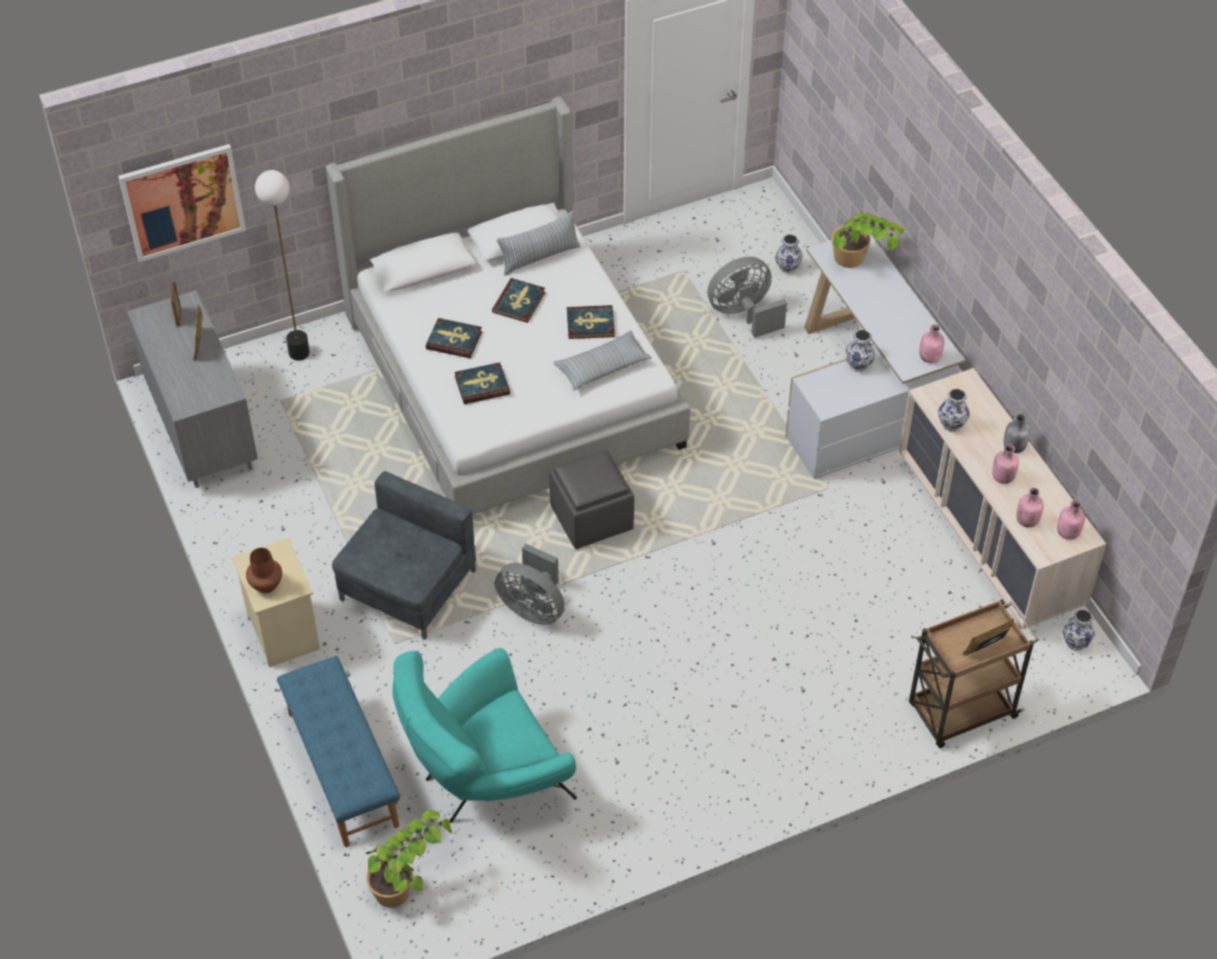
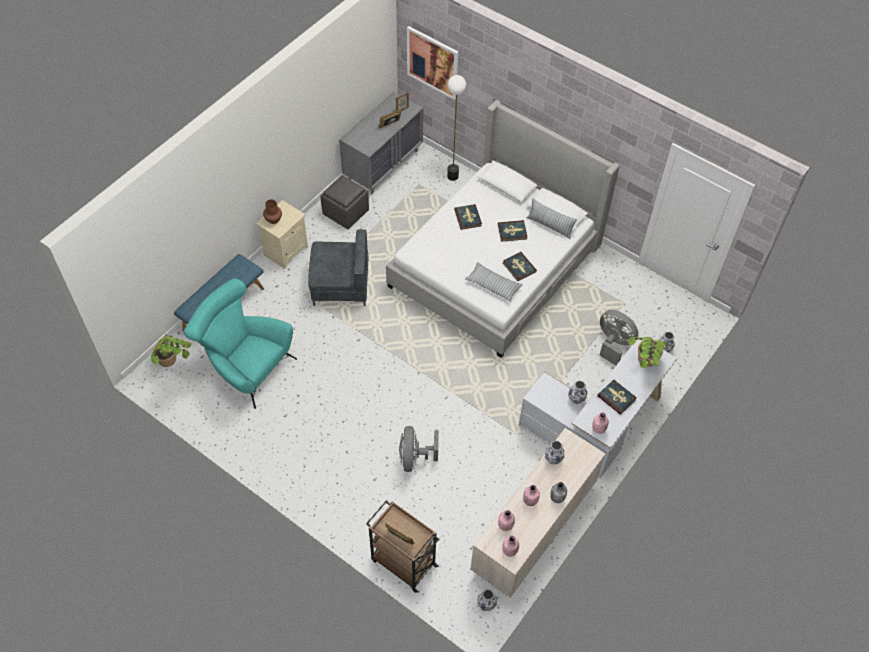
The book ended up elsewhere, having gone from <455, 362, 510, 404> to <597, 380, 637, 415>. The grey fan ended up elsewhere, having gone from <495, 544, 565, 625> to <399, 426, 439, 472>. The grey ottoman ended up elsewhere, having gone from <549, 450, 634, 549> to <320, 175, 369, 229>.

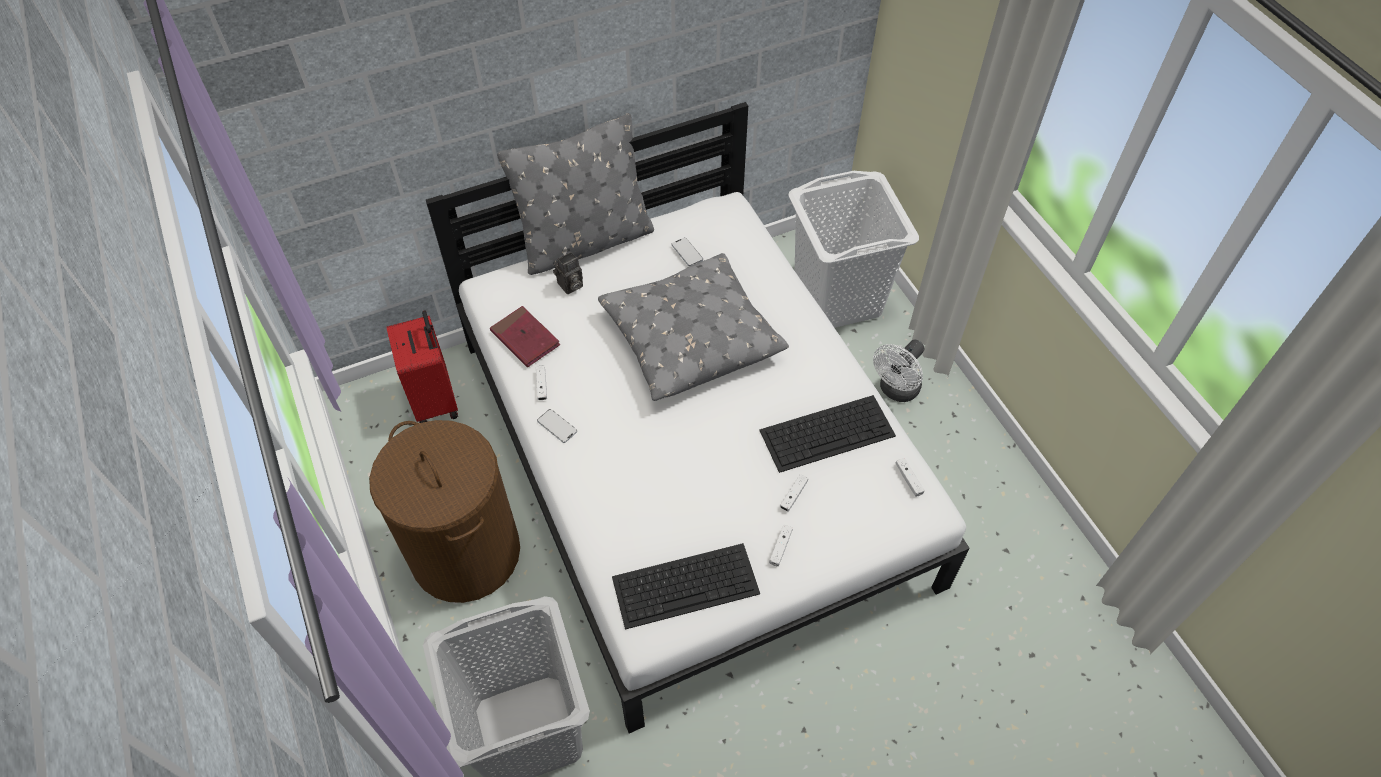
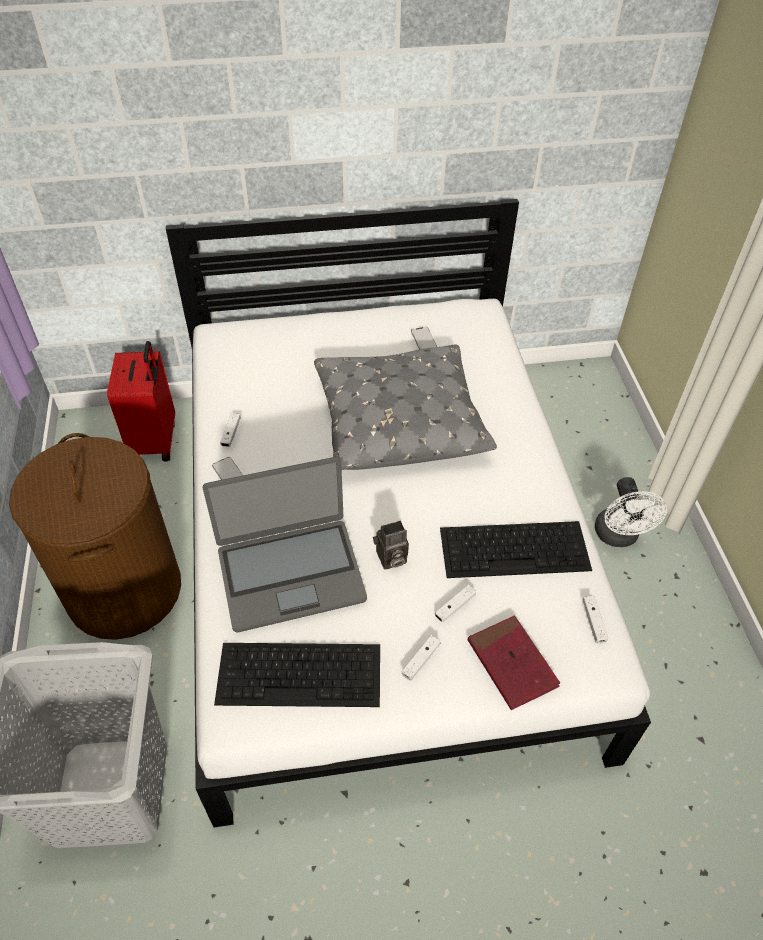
The red book ended up elsewhere, having gone from <490, 306, 560, 367> to <468, 615, 560, 710>. The second view lost the grey pillow at <497, 113, 654, 275>. The photo camera ended up elsewhere, having gone from <553, 252, 583, 294> to <373, 521, 409, 569>. The second view lost the white laundry basket at <789, 171, 919, 328>. The white fan at <873, 340, 925, 402> ended up facing another way, 60 degrees counterclockwise from before. The second view gained the laptop at <203, 457, 367, 633>.

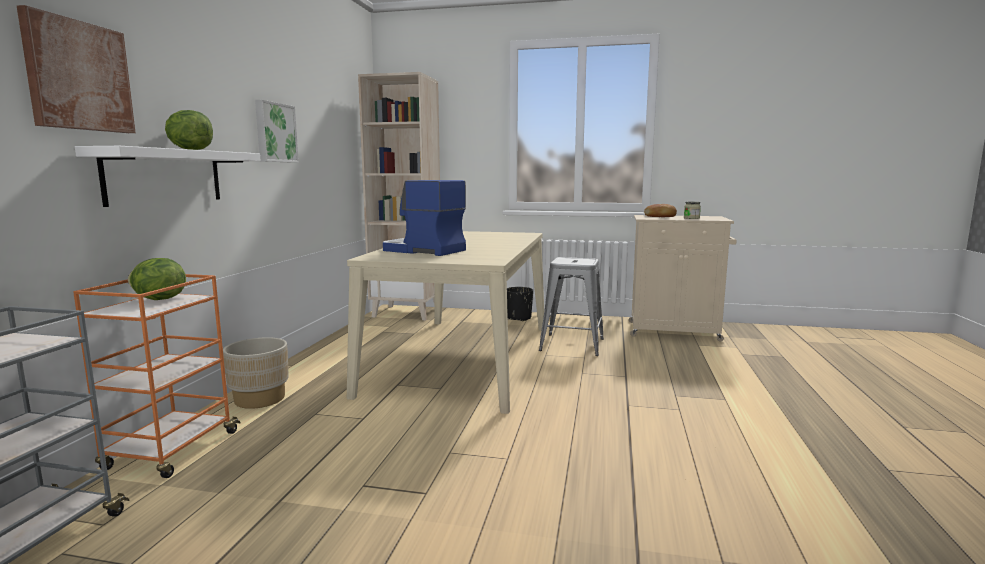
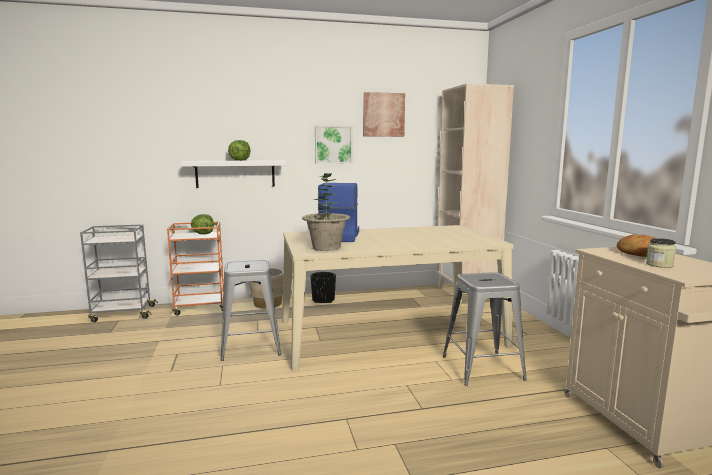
The picture ended up elsewhere, having gone from <17, 5, 136, 133> to <363, 92, 405, 137>. The black planter ended up elsewhere, having gone from <507, 287, 533, 322> to <310, 272, 336, 303>. The second view gained the grey stool at <221, 260, 281, 361>. The second view gained the potted plant at <302, 173, 350, 251>.

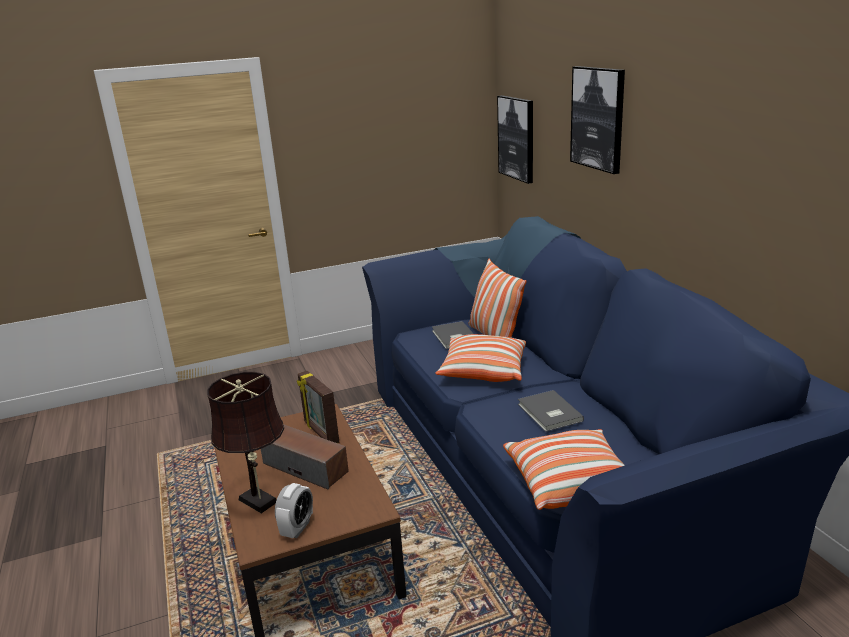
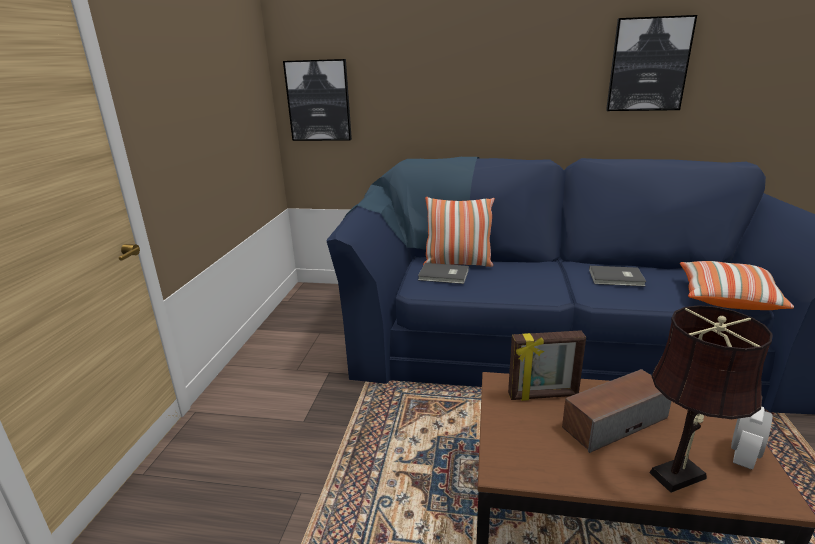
The alarm clock at <275, 483, 313, 538> ended up facing another way, 75 degrees clockwise from before. The second view lost the pillow at <435, 334, 526, 382>. The picture ended up elsewhere, having gone from <570, 66, 625, 174> to <606, 15, 697, 111>.

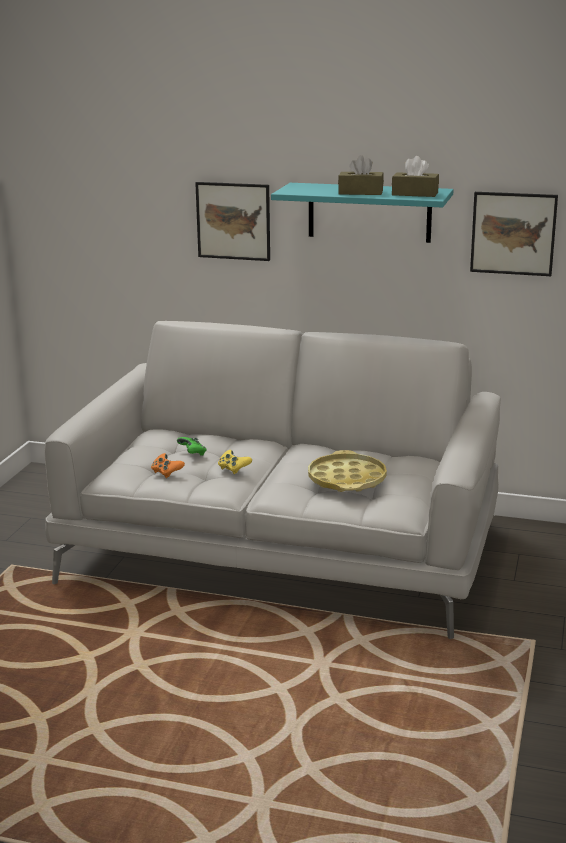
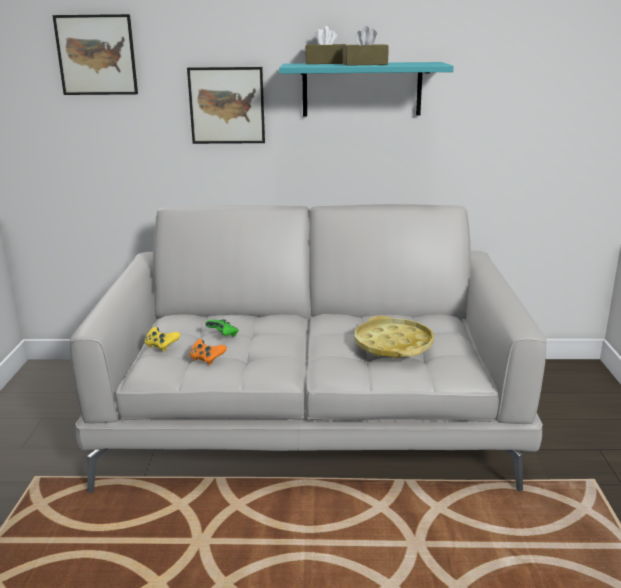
The yellow game controller ended up elsewhere, having gone from <218, 450, 252, 474> to <144, 327, 180, 352>. The brown tissue box ended up elsewhere, having gone from <392, 156, 439, 197> to <305, 26, 346, 64>. The picture ended up elsewhere, having gone from <470, 192, 558, 276> to <52, 14, 138, 95>.

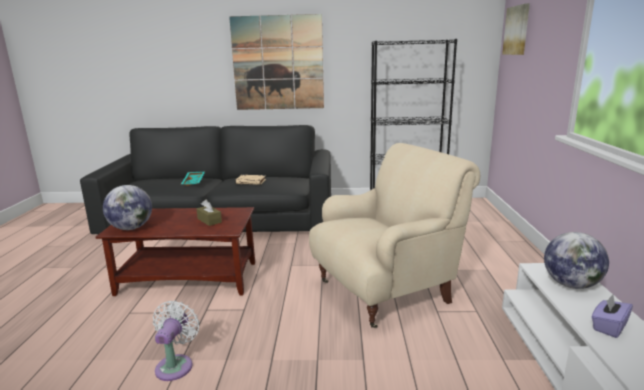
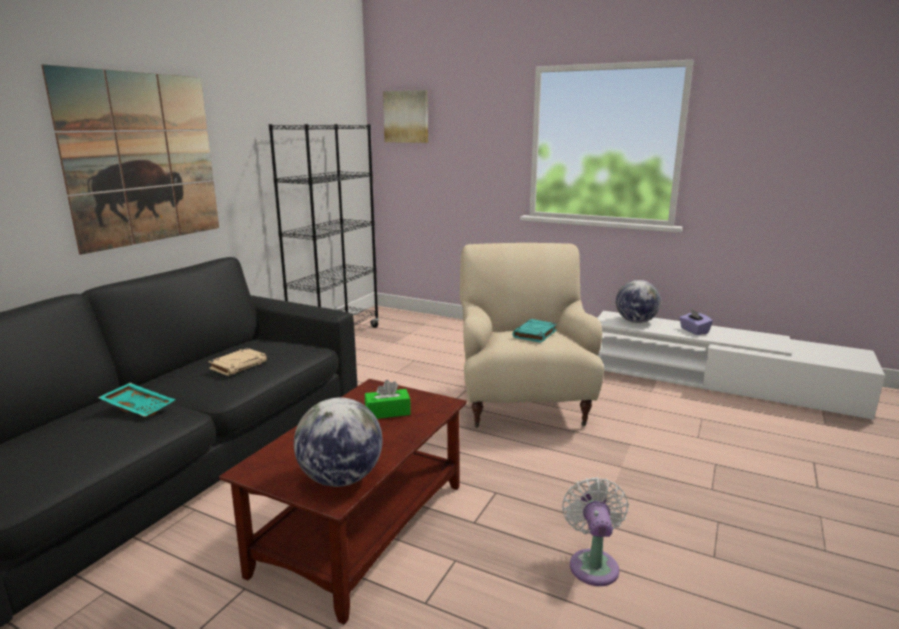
The white fan at <153, 300, 199, 381> ended up facing another way, 60 degrees clockwise from before. What was the brown tissue box at <197, 200, 222, 226> turned into the green tissue box at <365, 380, 411, 419>. The second view gained the turquoise book at <513, 319, 557, 343>.

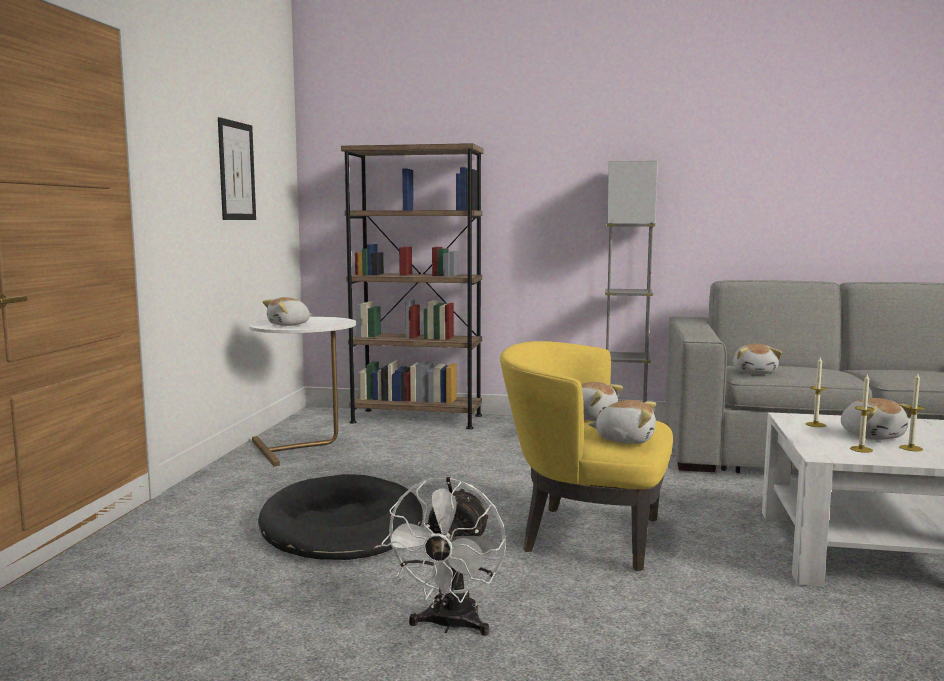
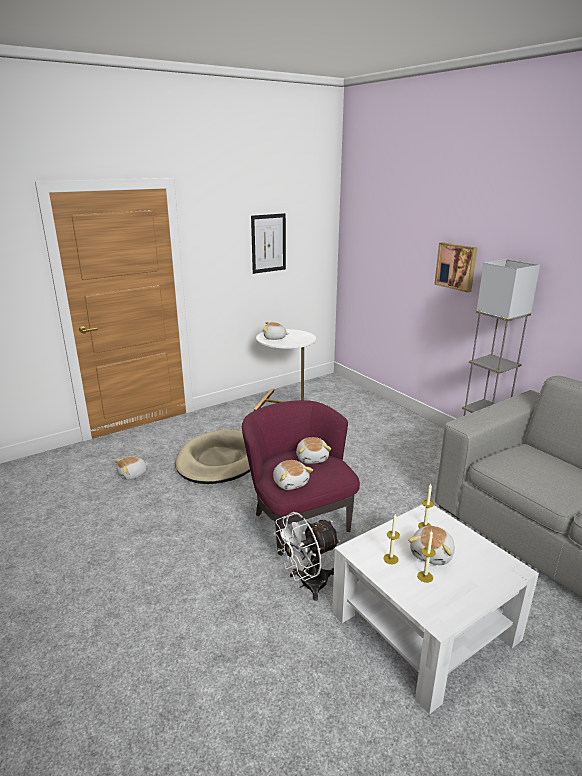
What was the black dog bed at <258, 474, 423, 560> turned into the beige dog bed at <175, 430, 250, 484>. The second view lost the brown bookcase at <341, 143, 484, 429>. The white fan ended up elsewhere, having gone from <381, 477, 506, 636> to <274, 512, 340, 601>. What was the yellow armchair at <500, 341, 673, 571> turned into the purple armchair at <242, 400, 360, 556>. The plush toy ended up elsewhere, having gone from <733, 343, 782, 374> to <113, 457, 149, 480>. The second view gained the picture at <434, 242, 477, 293>.

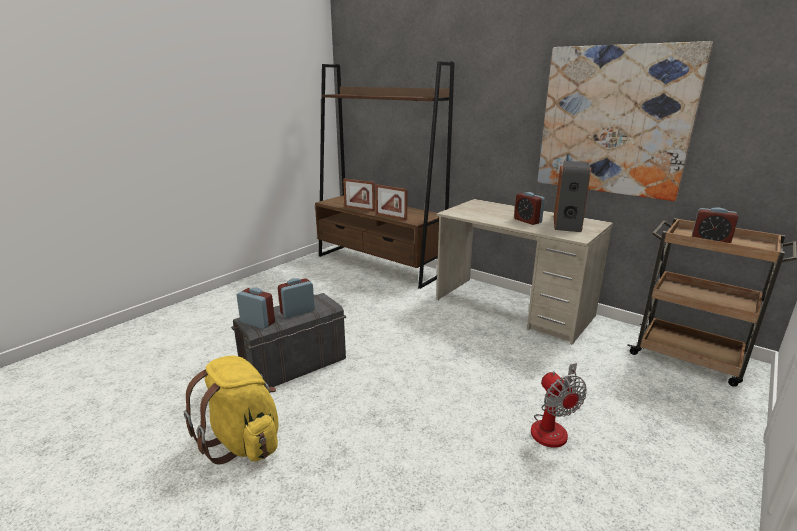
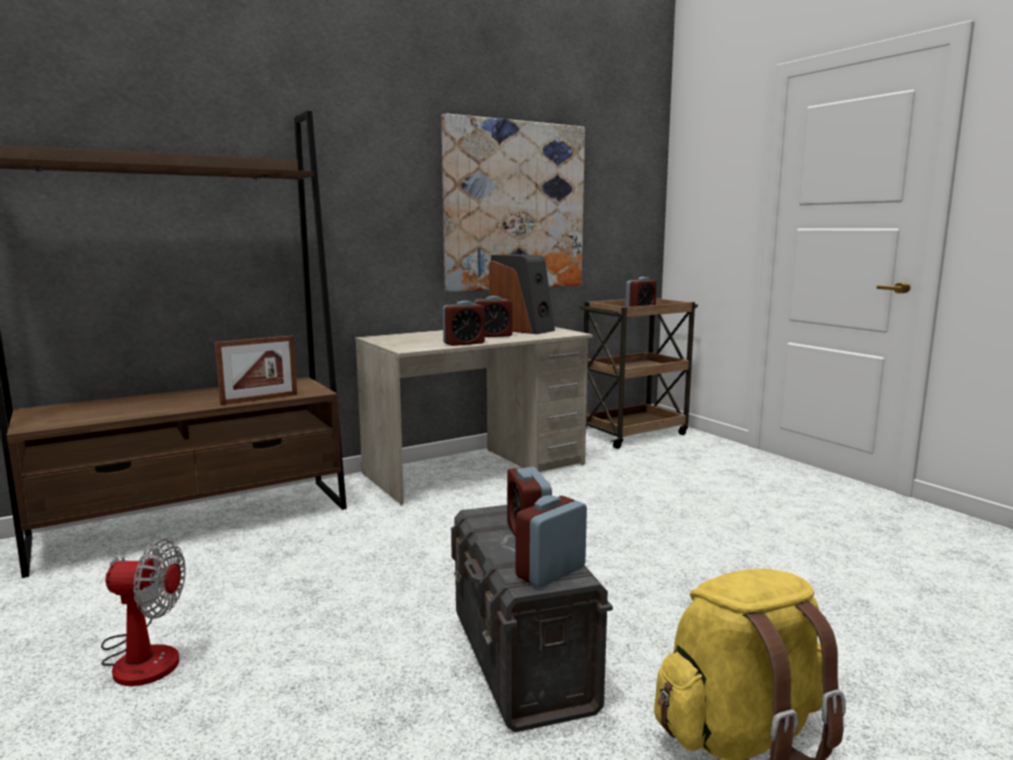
The second view lost the picture frame at <343, 179, 375, 212>. The fan ended up elsewhere, having gone from <531, 363, 587, 448> to <101, 539, 186, 686>. The second view gained the alarm clock at <443, 301, 485, 346>.

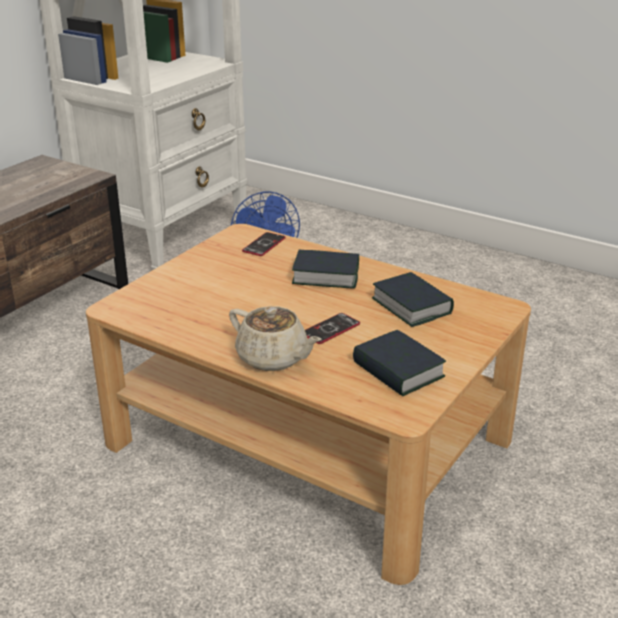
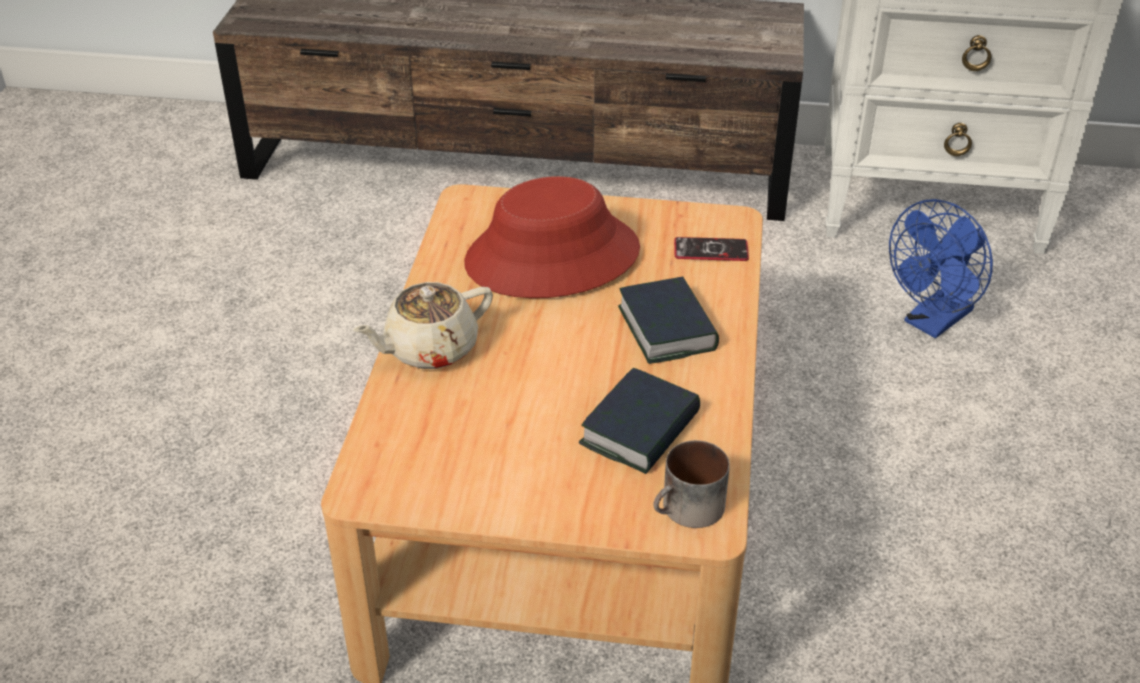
The beige teapot at <229, 306, 322, 371> ended up facing another way, 45 degrees clockwise from before. The second view lost the phone at <305, 313, 360, 344>. The second view lost the book at <353, 330, 446, 396>. The second view gained the red hat at <464, 176, 640, 298>. The second view gained the mug at <653, 440, 730, 528>.

